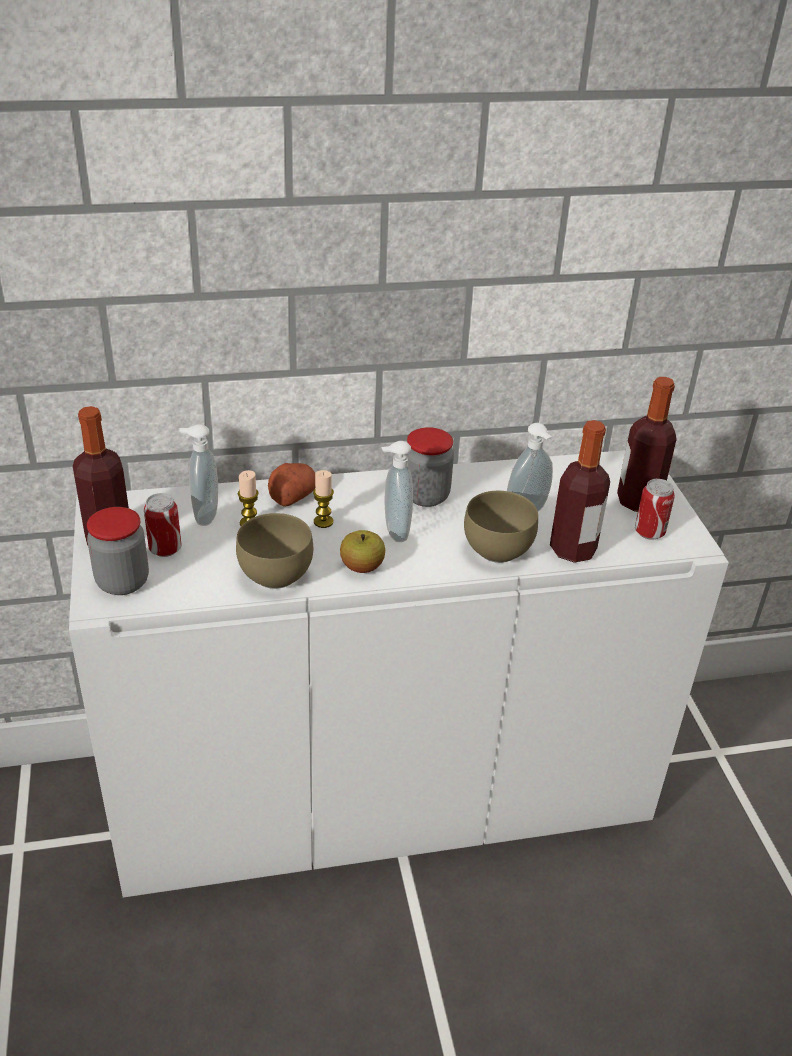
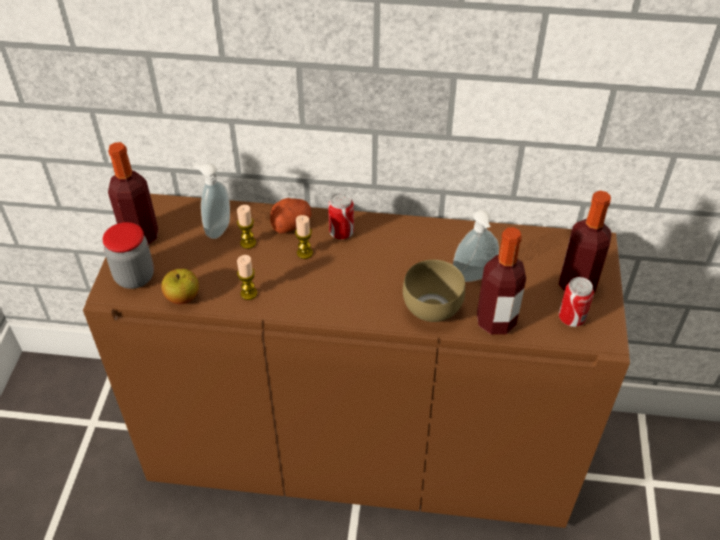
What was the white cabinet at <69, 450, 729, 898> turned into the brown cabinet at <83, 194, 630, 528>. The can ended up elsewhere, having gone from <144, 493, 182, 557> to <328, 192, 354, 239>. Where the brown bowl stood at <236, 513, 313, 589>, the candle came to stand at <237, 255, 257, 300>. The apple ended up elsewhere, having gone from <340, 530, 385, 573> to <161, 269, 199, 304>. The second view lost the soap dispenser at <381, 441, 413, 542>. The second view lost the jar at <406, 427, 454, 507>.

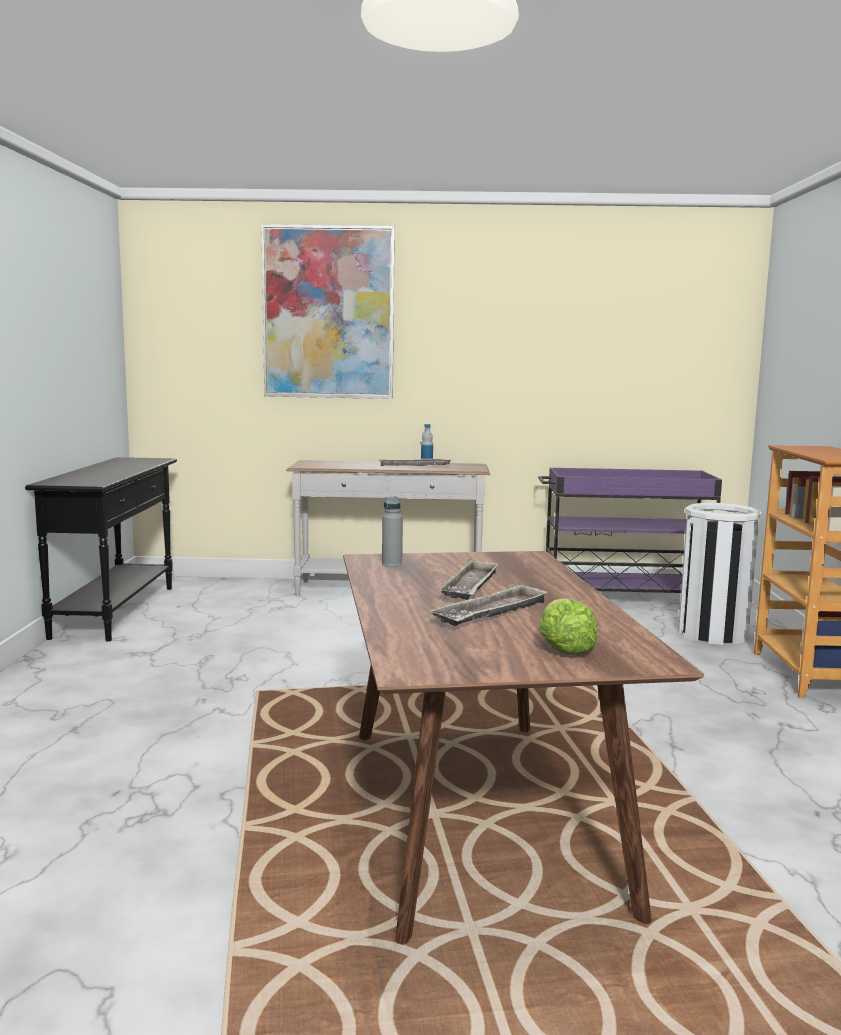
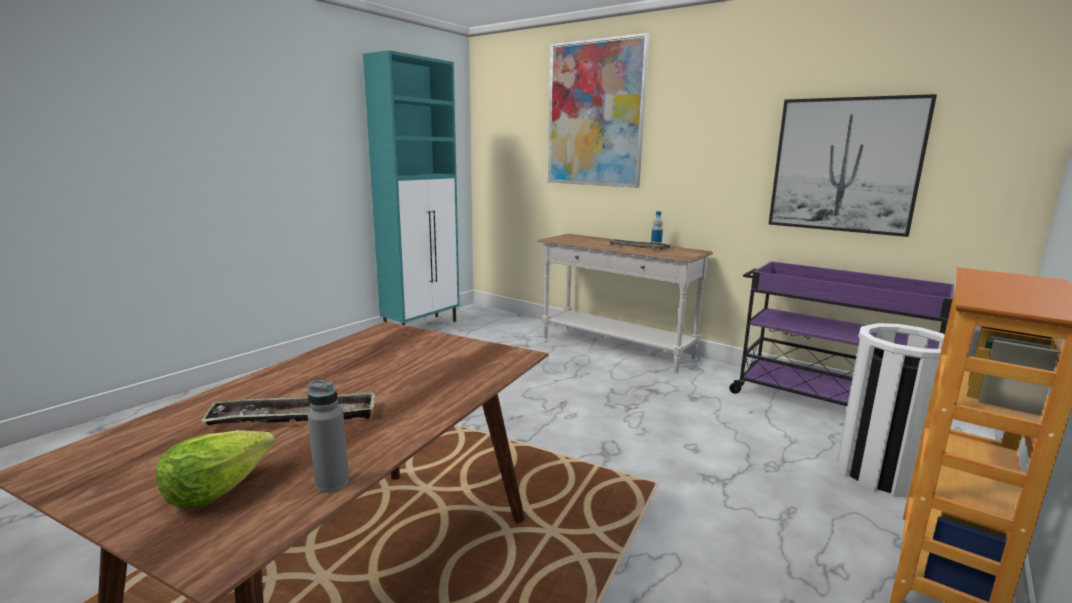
Where the black console table stood at <25, 457, 177, 642>, the turquoise cabinet came to stand at <363, 50, 459, 325>. The grey bottle ended up elsewhere, having gone from <382, 496, 403, 567> to <307, 380, 349, 492>. The second view lost the tray at <439, 559, 498, 600>. The second view gained the picture at <769, 94, 937, 237>.

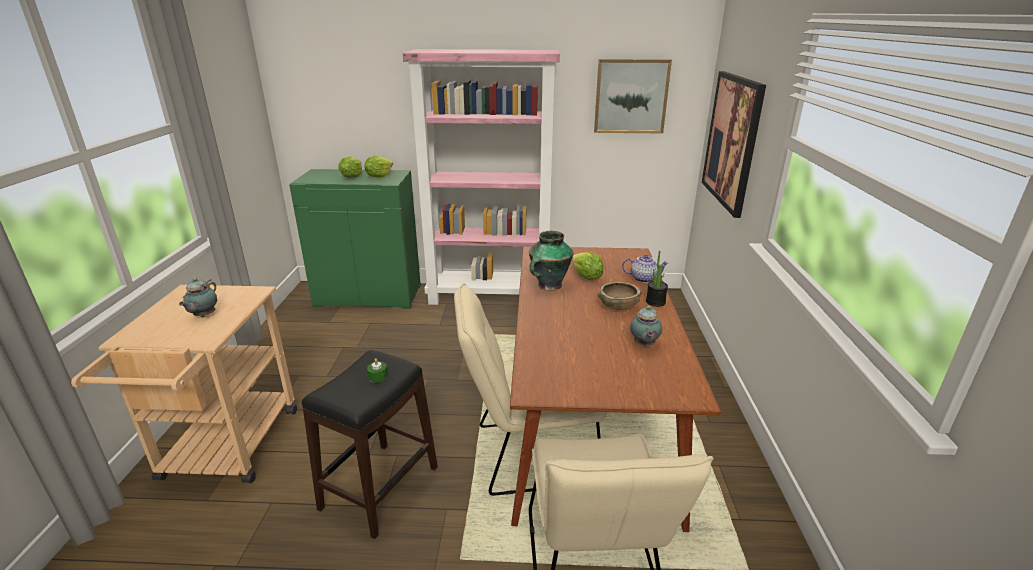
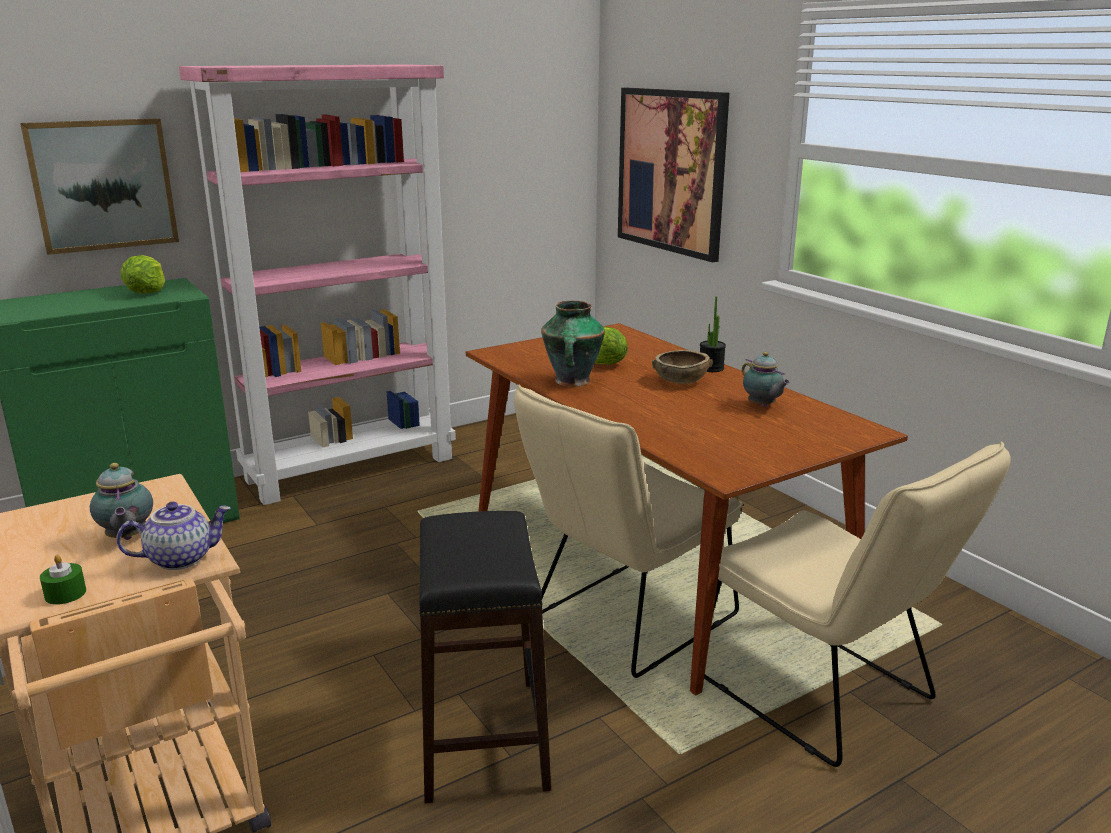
The second view lost the lettuce at <339, 156, 362, 178>. The green candle ended up elsewhere, having gone from <367, 358, 388, 383> to <40, 555, 86, 605>. The picture ended up elsewhere, having gone from <594, 59, 672, 133> to <20, 118, 179, 255>. The teapot ended up elsewhere, having gone from <622, 255, 669, 283> to <116, 502, 231, 570>.

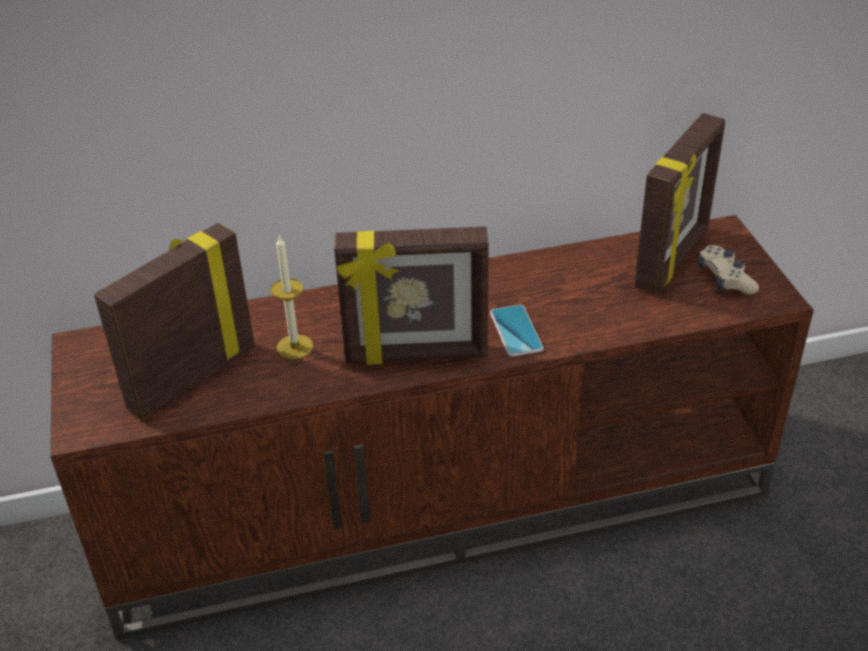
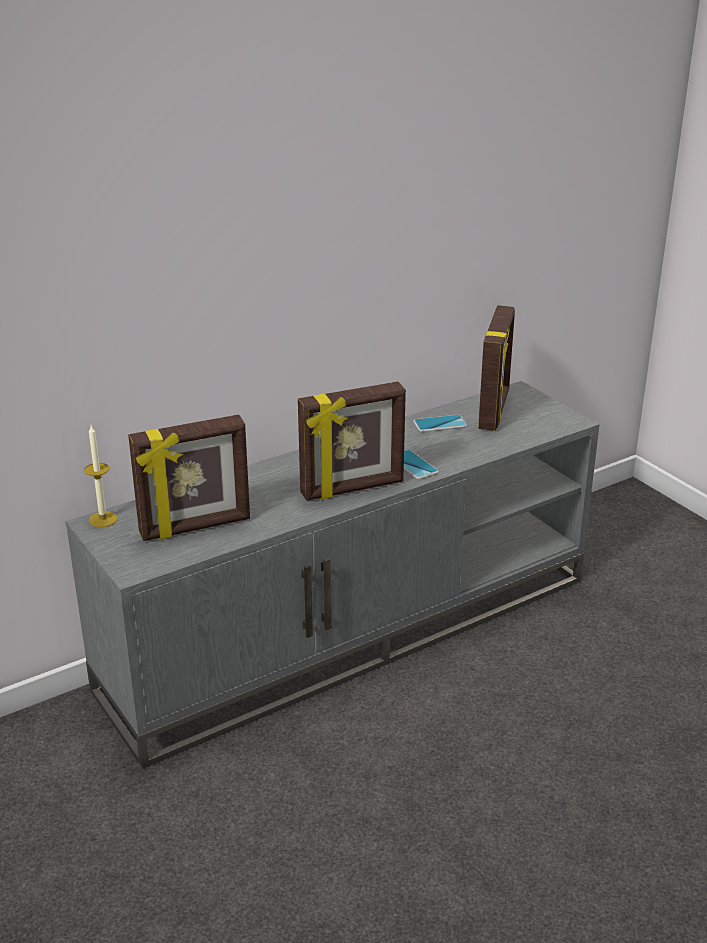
What was the brown tv stand at <50, 215, 814, 639> turned into the grey tv stand at <65, 381, 600, 768>. The picture frame at <94, 223, 255, 421> ended up facing another way, 135 degrees counterclockwise from before. The candle ended up elsewhere, having gone from <271, 235, 313, 360> to <84, 426, 118, 527>. The second view lost the beige game controller at <698, 245, 759, 294>. The second view gained the phone at <413, 415, 467, 432>.

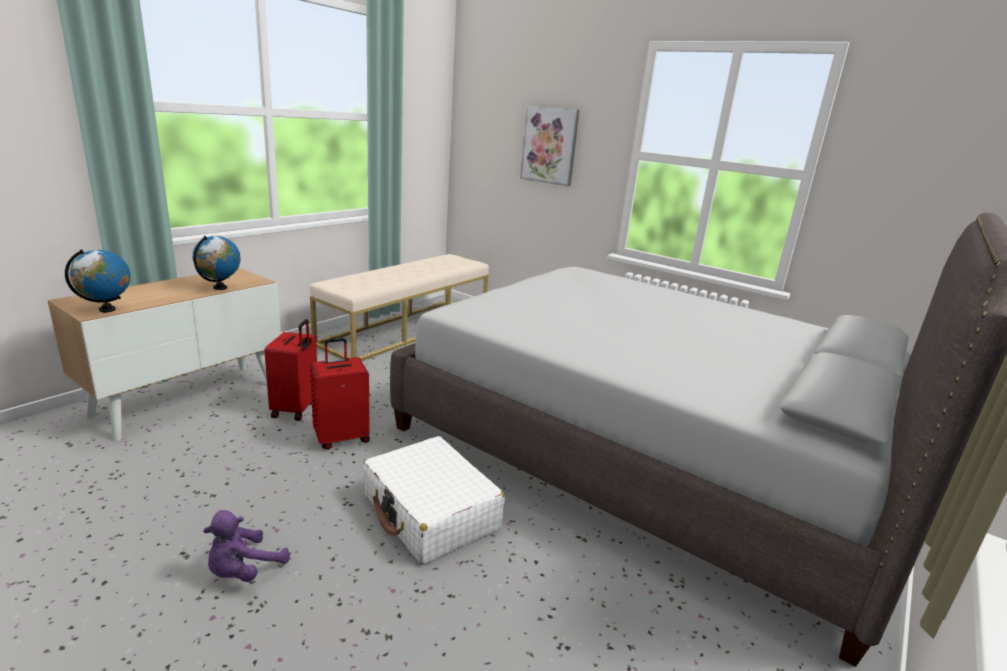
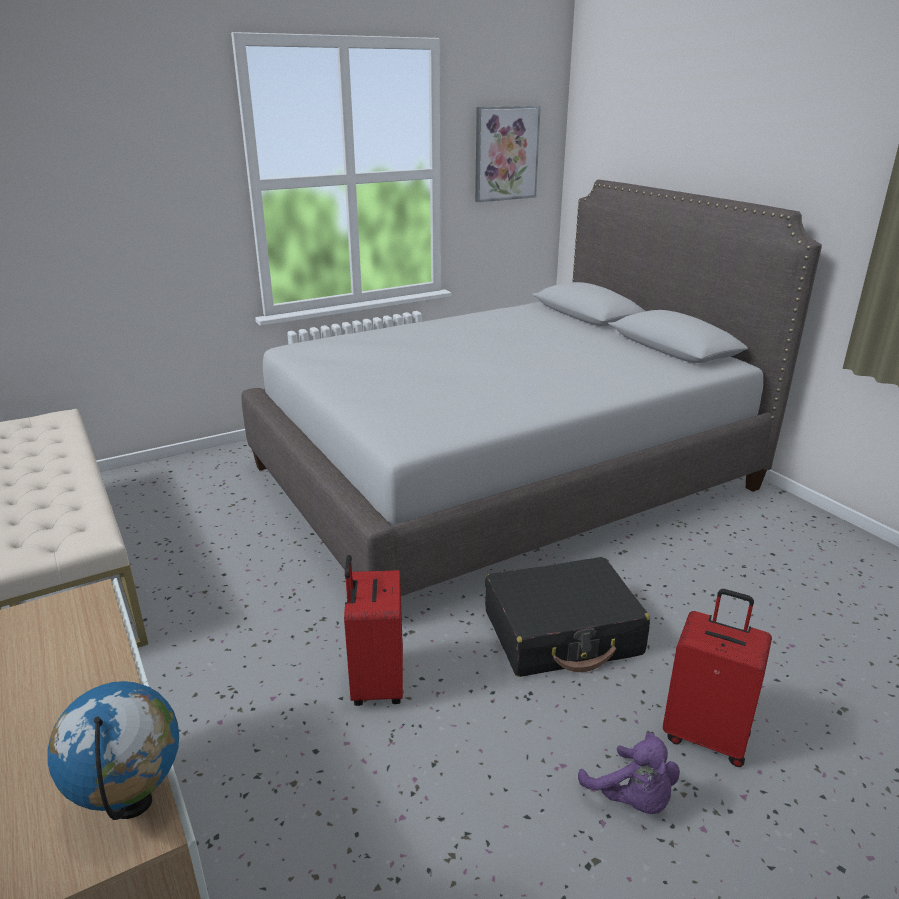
The second view lost the globe at <193, 236, 241, 290>. The red suitcase ended up elsewhere, having gone from <264, 319, 317, 421> to <663, 589, 772, 767>. What was the white suitcase at <363, 436, 505, 565> turned into the black suitcase at <485, 557, 650, 677>. The picture ended up elsewhere, having gone from <520, 106, 580, 186> to <475, 106, 541, 202>.

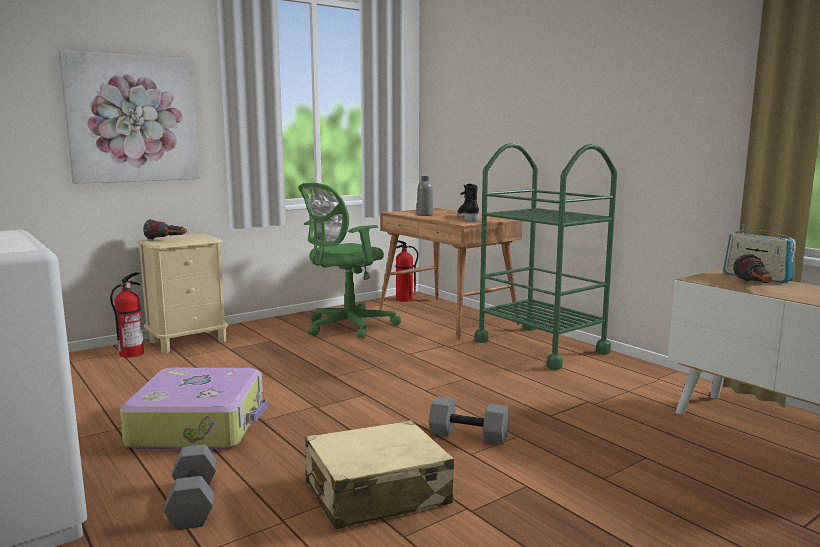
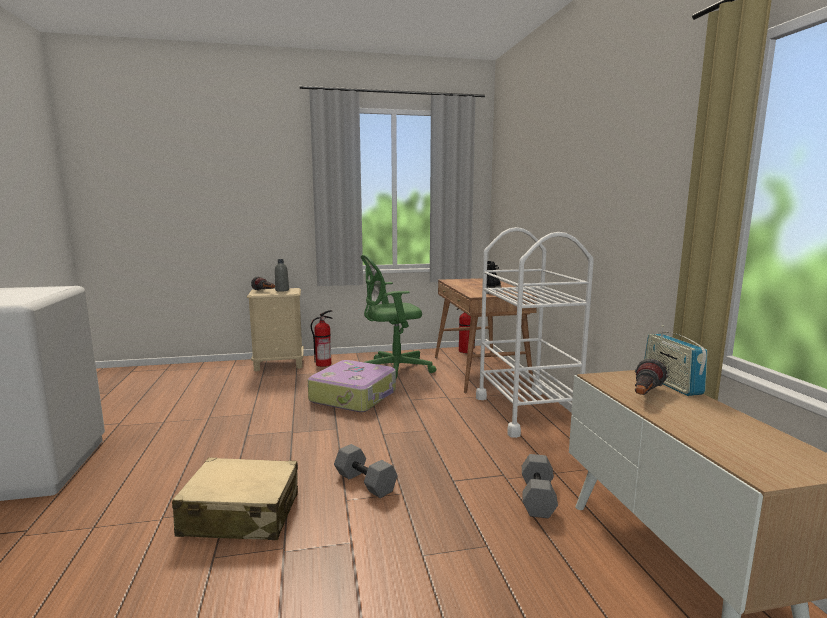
The second view lost the picture at <58, 50, 200, 184>. The fire extinguisher ended up elsewhere, having gone from <110, 272, 144, 357> to <311, 310, 333, 367>. The suitcase ended up elsewhere, having gone from <120, 368, 267, 449> to <308, 360, 396, 412>. The grey dumbbell ended up elsewhere, having gone from <164, 445, 217, 530> to <522, 454, 558, 518>. The grey bottle ended up elsewhere, having gone from <417, 176, 433, 216> to <275, 259, 289, 292>. What was the green cart at <475, 143, 617, 370> turned into the white cart at <476, 227, 594, 438>.

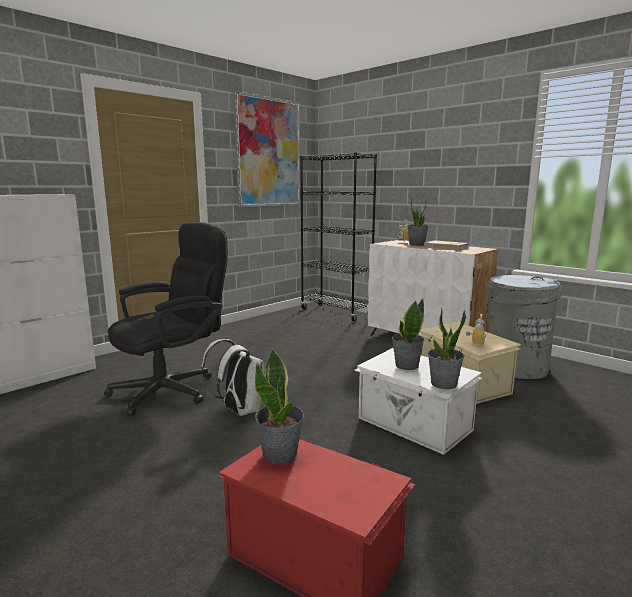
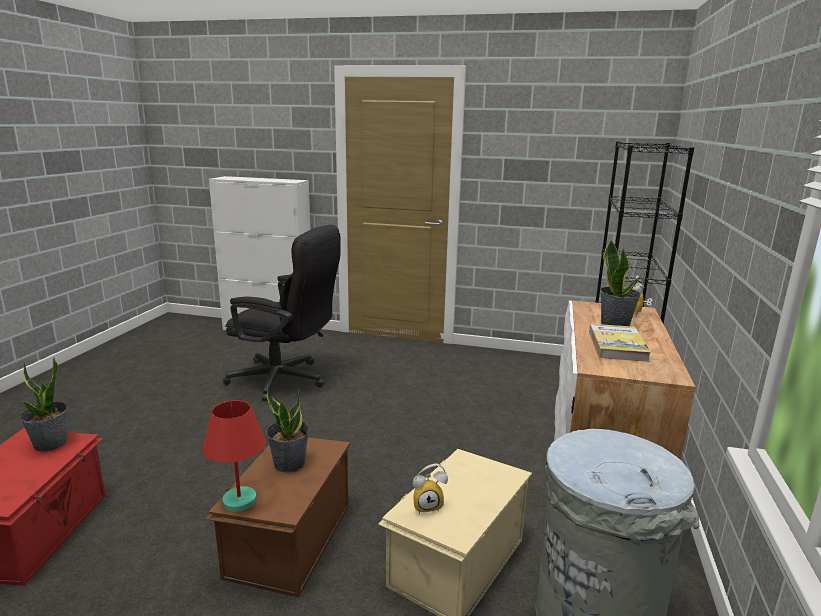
The second view lost the white backpack at <201, 339, 265, 416>. The second view lost the picture at <234, 91, 300, 207>. What was the white storage box at <354, 348, 482, 455> turned into the brown storage box at <205, 437, 350, 597>. Where the potted plant stood at <428, 307, 466, 389>, the red table lamp came to stand at <203, 400, 266, 512>.

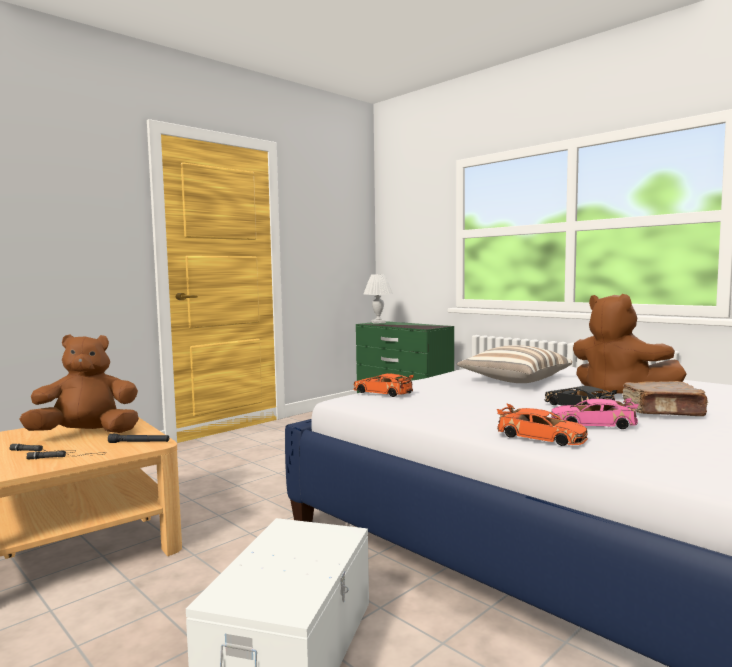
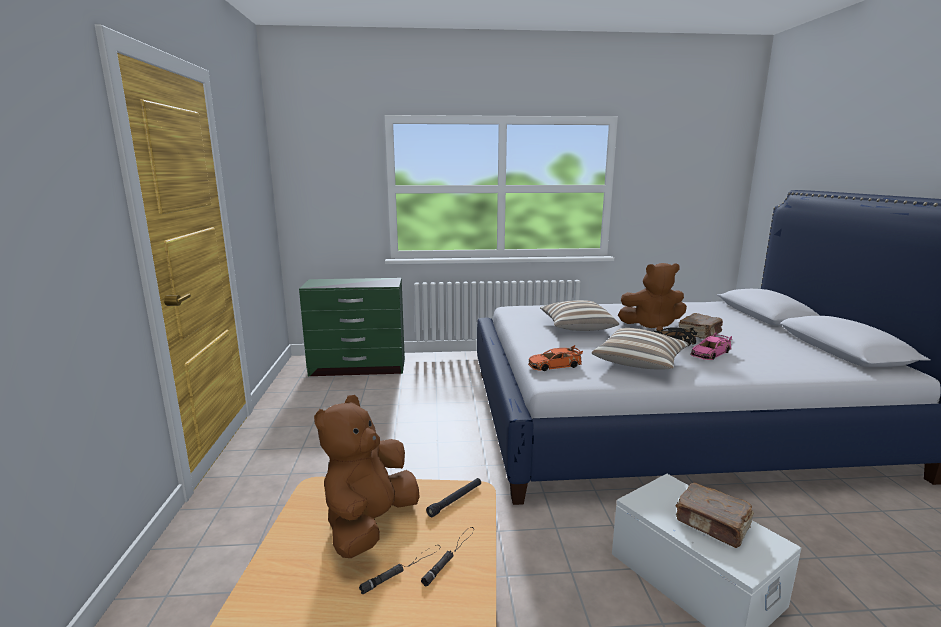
The second view lost the white table lamp at <364, 274, 393, 324>. The second view lost the orange toy car at <497, 404, 588, 446>. The second view gained the pillow at <592, 328, 689, 369>. The second view gained the brown book at <675, 483, 754, 548>.

